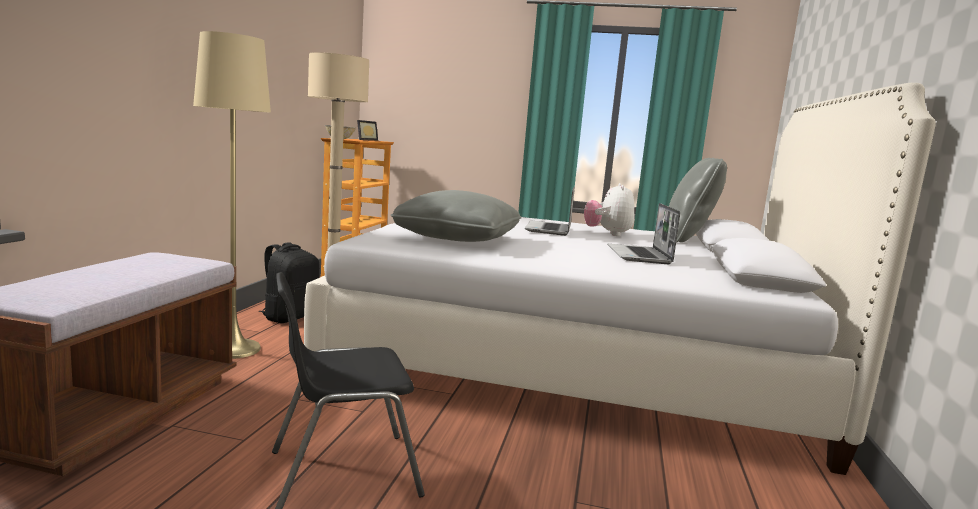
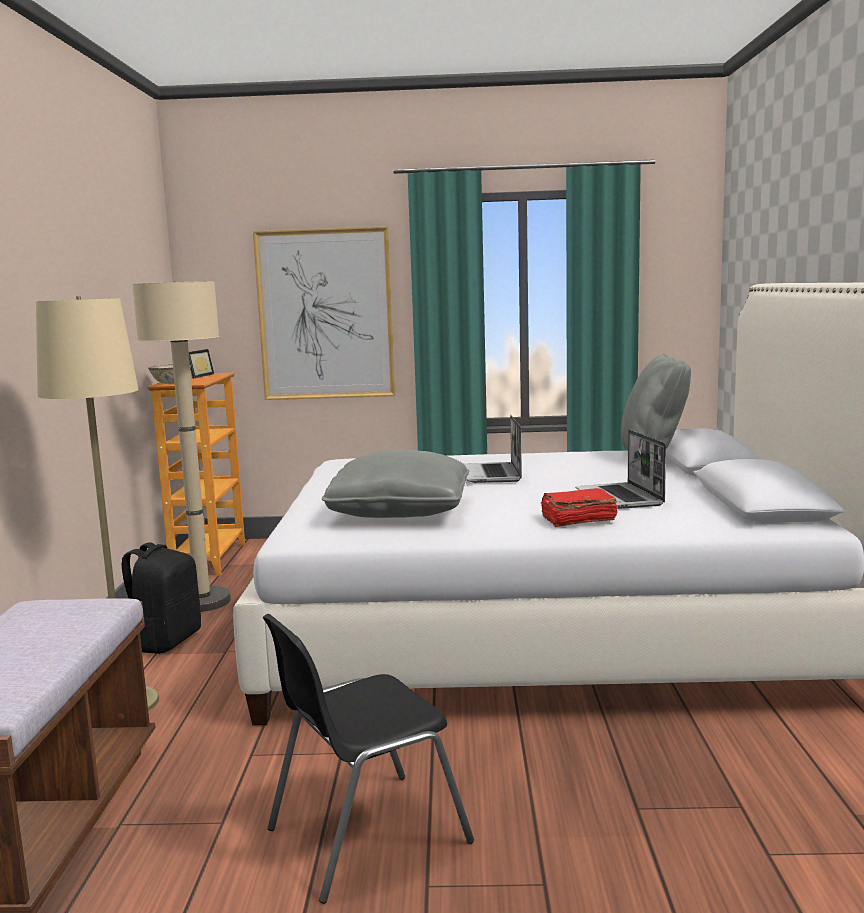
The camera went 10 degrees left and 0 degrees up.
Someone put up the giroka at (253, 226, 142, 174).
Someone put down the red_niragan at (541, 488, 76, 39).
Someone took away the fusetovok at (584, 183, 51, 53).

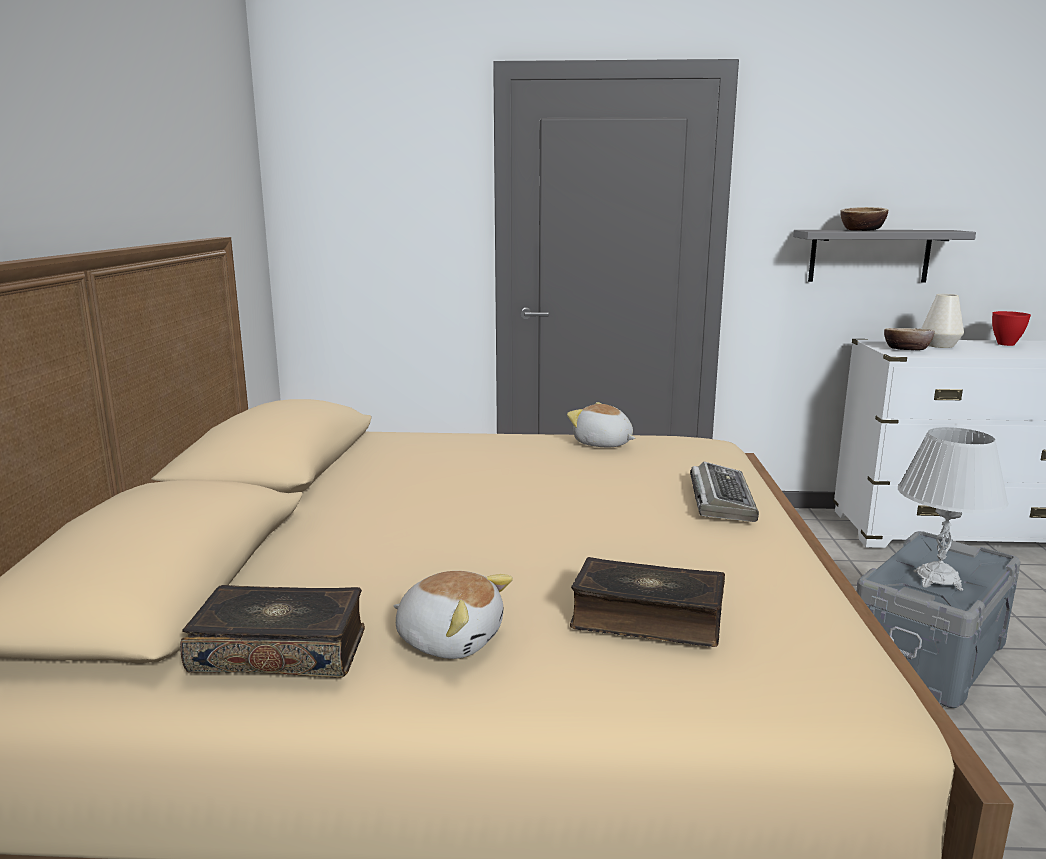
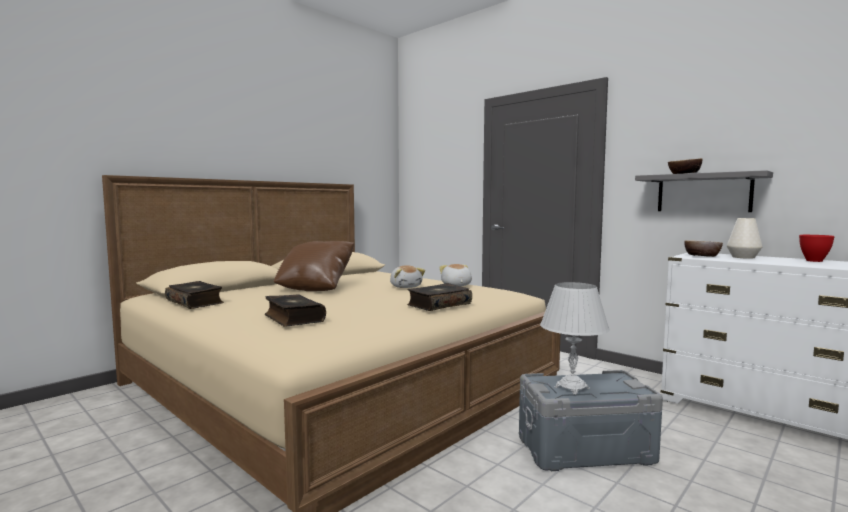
The camera went 40 degrees right and 10 degrees down.
Someone put down the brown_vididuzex at (274, 241, 80, 50).
Someone carried the fusetovok from (394, 571, 119, 88) to (390, 265, 35, 23).
Someone swapped the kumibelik at (690, 462, 69, 60) for the niragan at (407, 283, 65, 28).

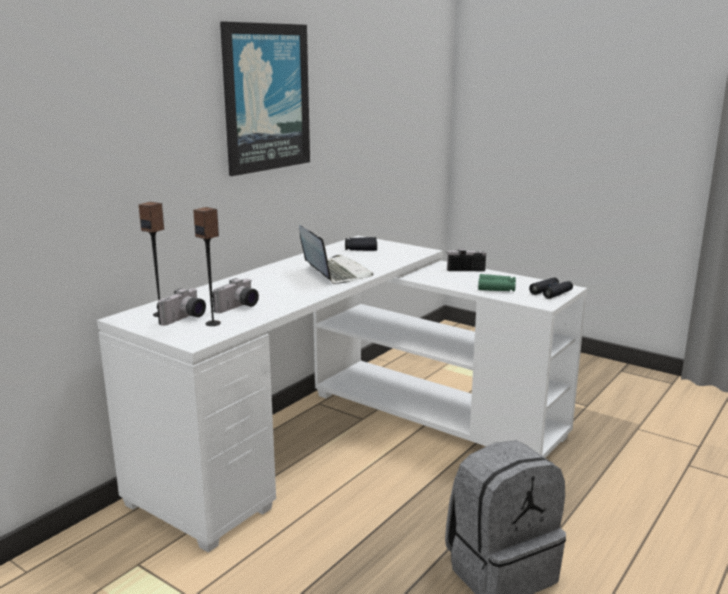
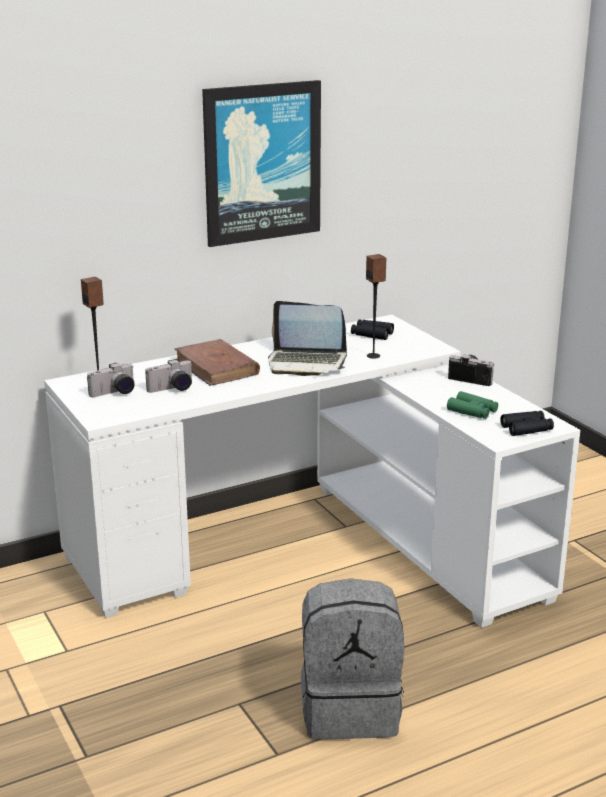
The camera went 25 degrees right and 5 degrees up.
Someone put down the brown_niragan at (175, 339, 85, 47).
Someone rotated the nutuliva at (299, 225, 75, 59) by 105 degrees clockwise.
Someone carried the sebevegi from (193, 207, 28, 119) to (366, 254, 20, 105).

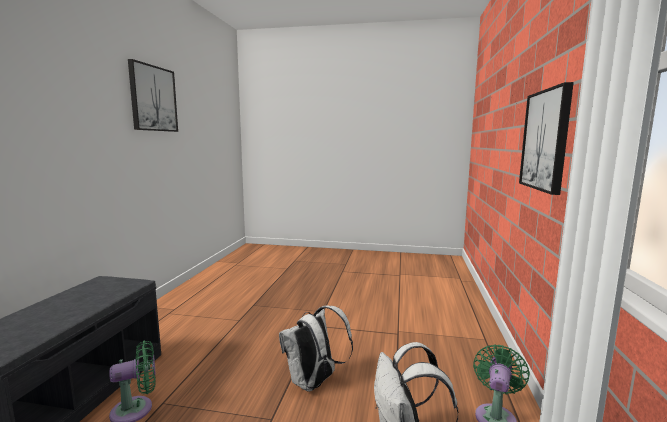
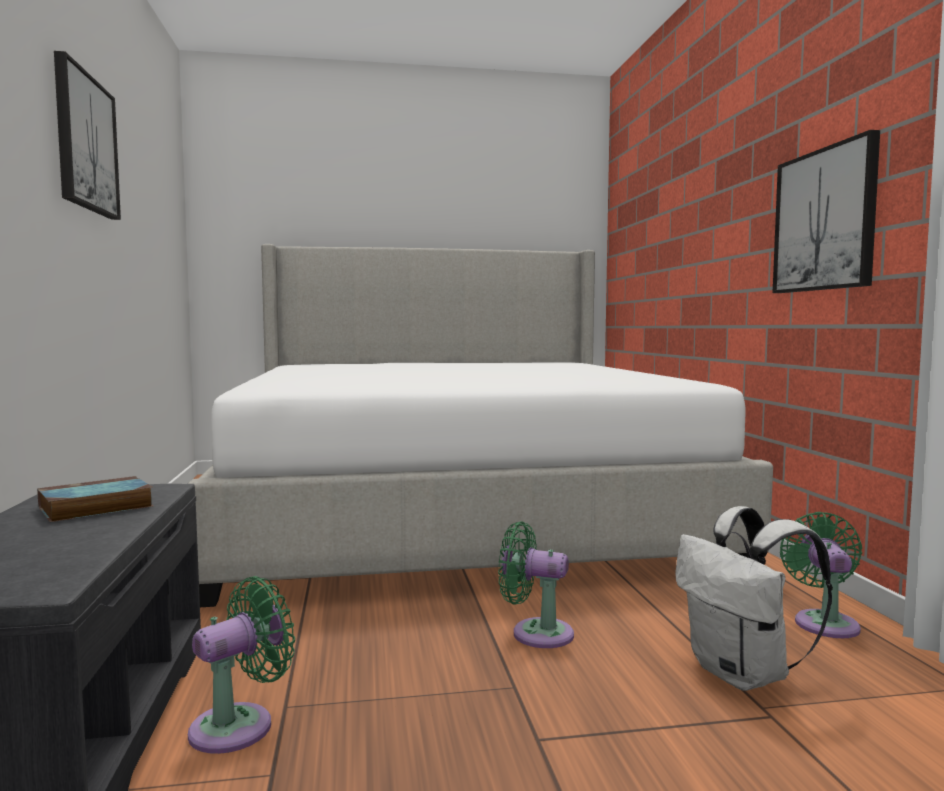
The camera went 20 degrees left and 5 degrees down.
Someone put down the niragan at (37, 476, 116, 46).
Someone put down the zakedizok at (188, 244, 585, 363).
Someone swapped the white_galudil at (279, 306, 74, 86) for the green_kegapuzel at (498, 521, 76, 127).

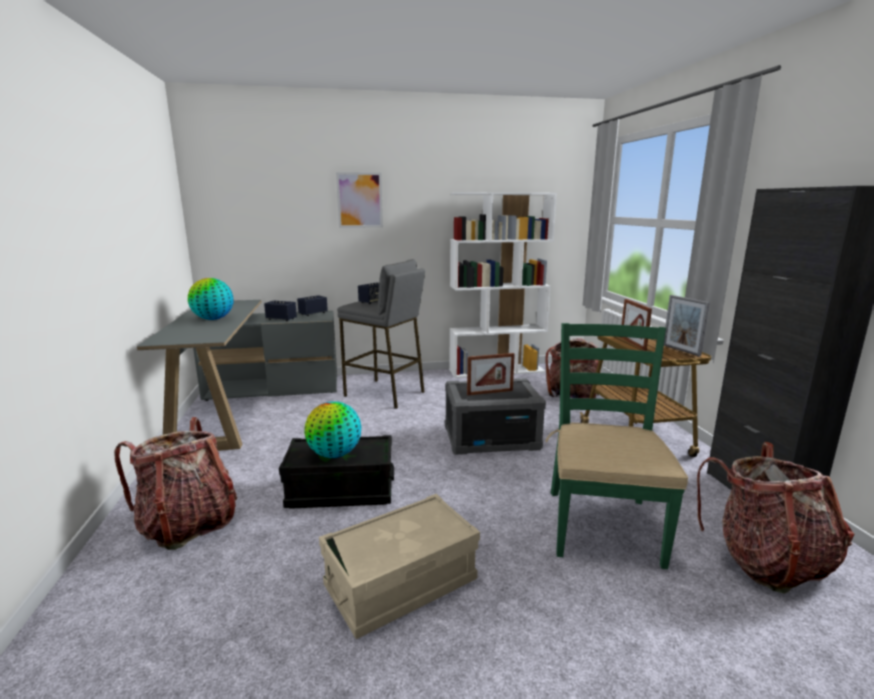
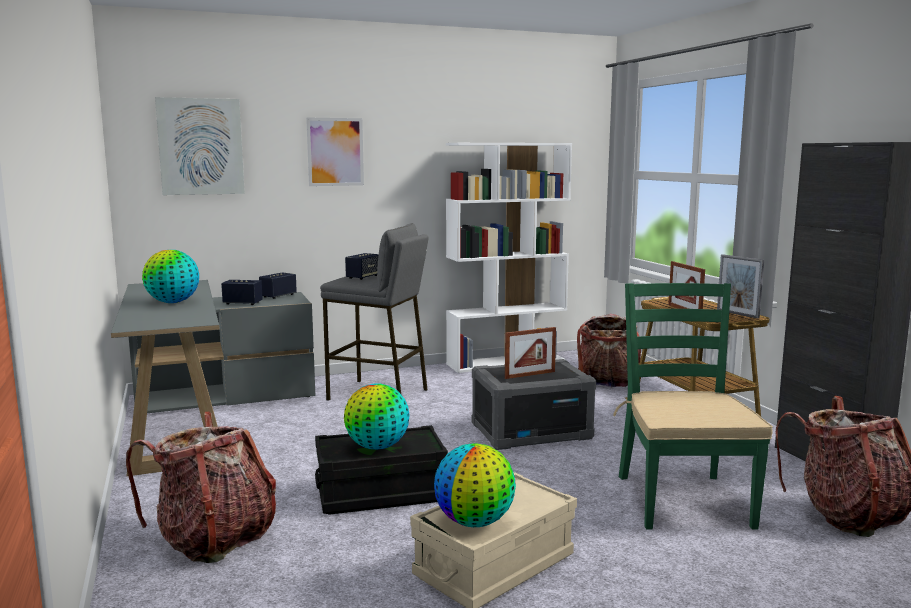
The camera went 10 degrees left and 5 degrees down.
Someone put up the giroka at (155, 97, 90, 98).
Someone put down the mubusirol at (434, 443, 82, 84).

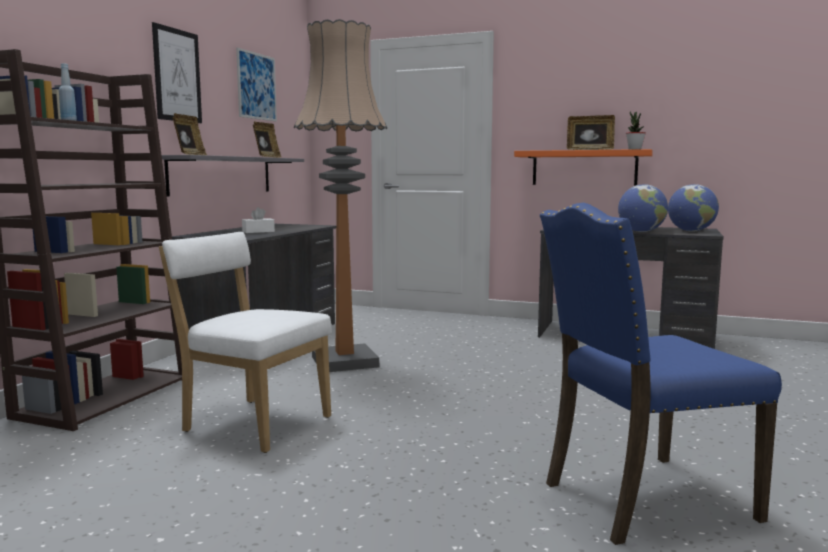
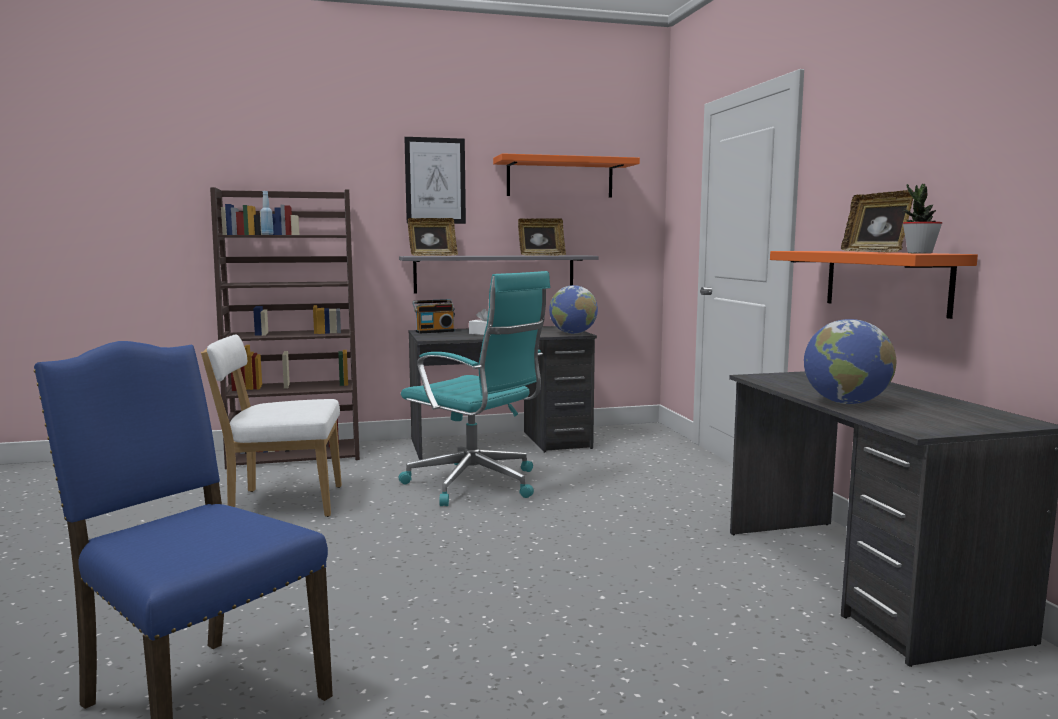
The camera went 55 degrees right and 0 degrees up.
Someone rotated the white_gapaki at (159, 232, 173, 221) by 90 degrees counterclockwise.
Someone swapped the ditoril at (294, 19, 93, 353) for the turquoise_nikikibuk at (398, 271, 152, 235).
Someone put down the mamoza at (412, 299, 43, 35).
Someone swapped the giroka at (236, 48, 41, 73) for the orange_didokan at (493, 153, 147, 45).
Someone carried the mubusirol from (668, 184, 51, 48) to (549, 285, 49, 49).

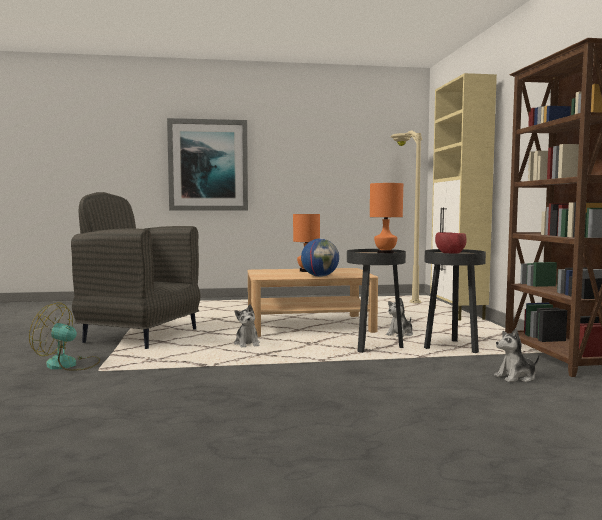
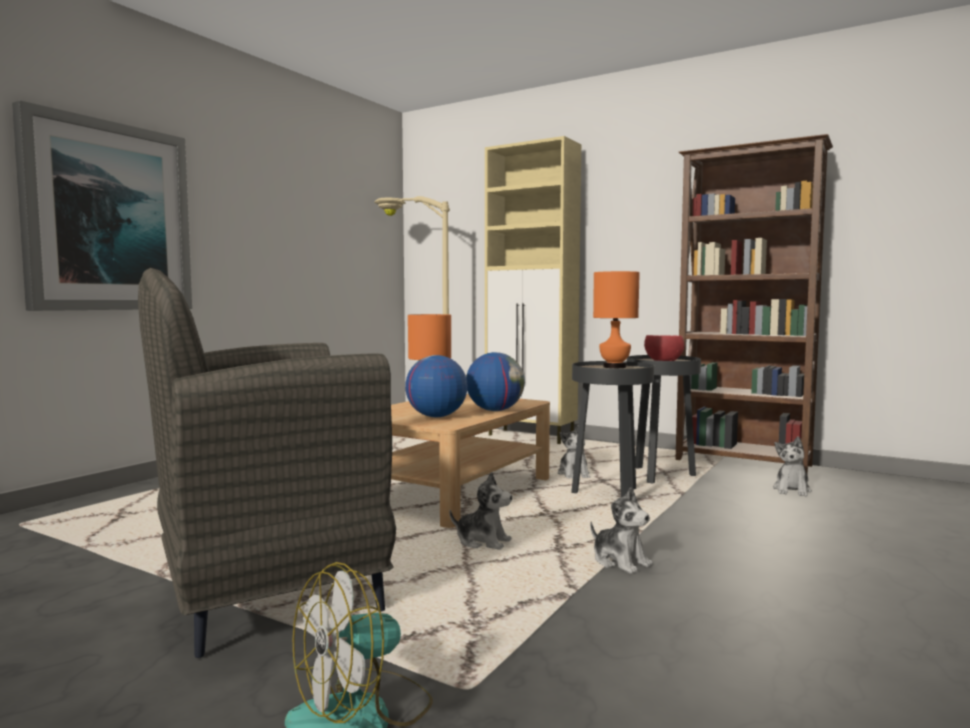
The camera went 50 degrees left and 0 degrees up.
Someone put down the mubusirol at (405, 355, 63, 62).
Someone put down the fusetovok at (590, 487, 63, 87).

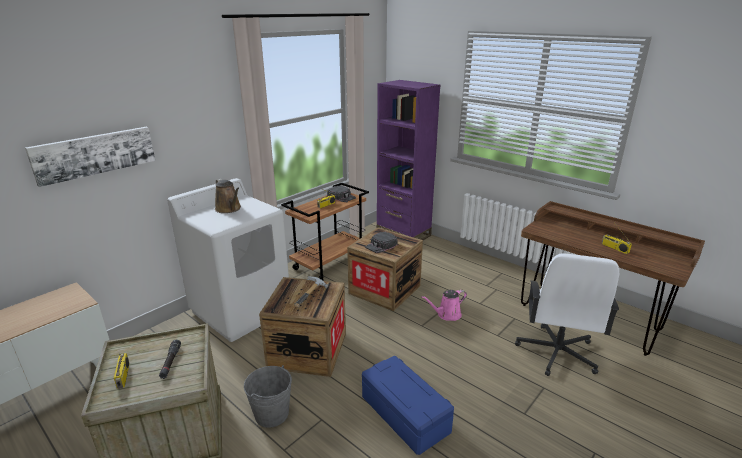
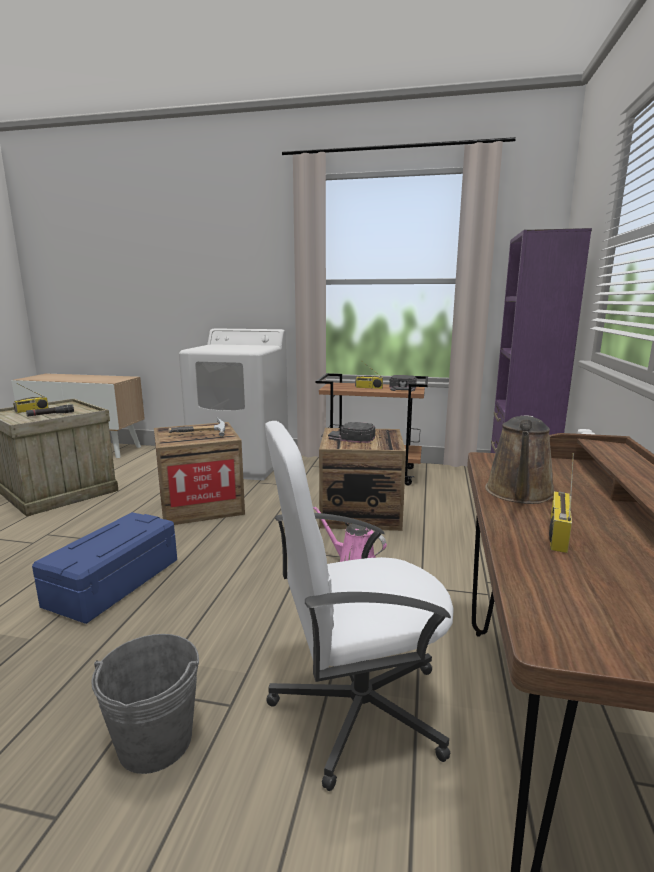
The camera went 60 degrees right and 10 degrees down.
Someone carried the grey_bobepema from (244, 365, 48, 63) to (91, 634, 108, 140).
Someone carried the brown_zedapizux from (215, 179, 26, 34) to (485, 415, 70, 89).
Someone took away the giroka at (25, 127, 130, 60).

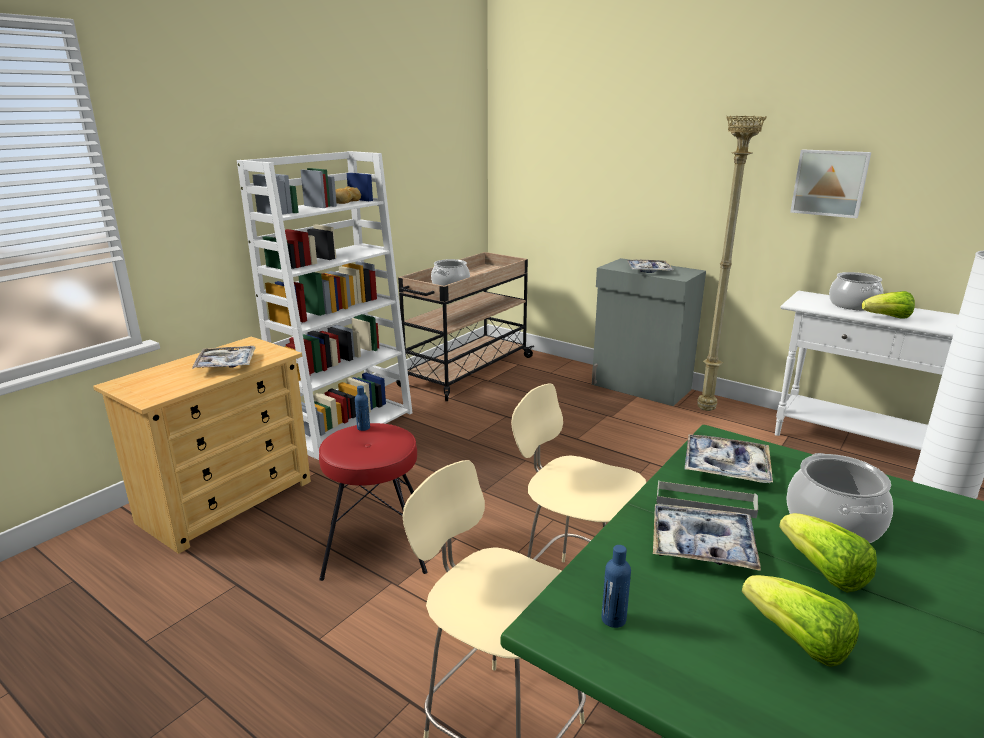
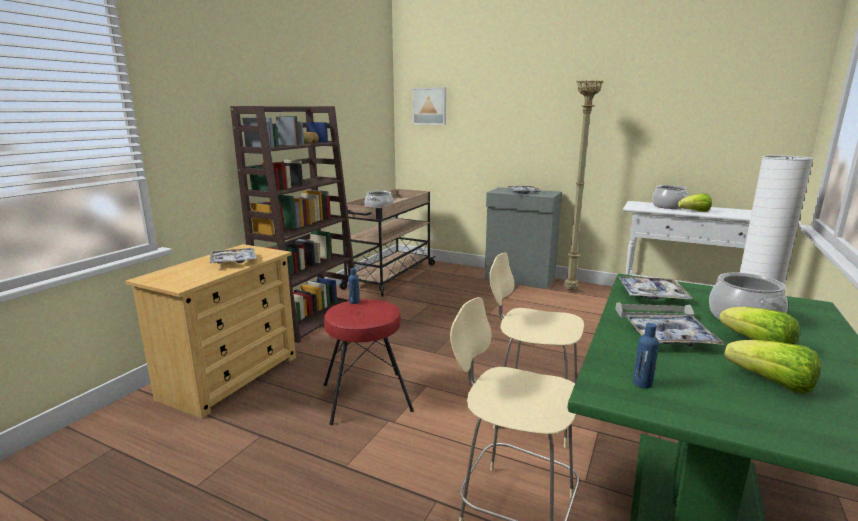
The camera went 10 degrees left and 5 degrees down.
Someone repainted the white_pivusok at (237, 151, 175, 309), which became the brown_pivusok at (230, 106, 124, 237).
Someone carried the giroka from (790, 149, 81, 69) to (412, 87, 34, 38).

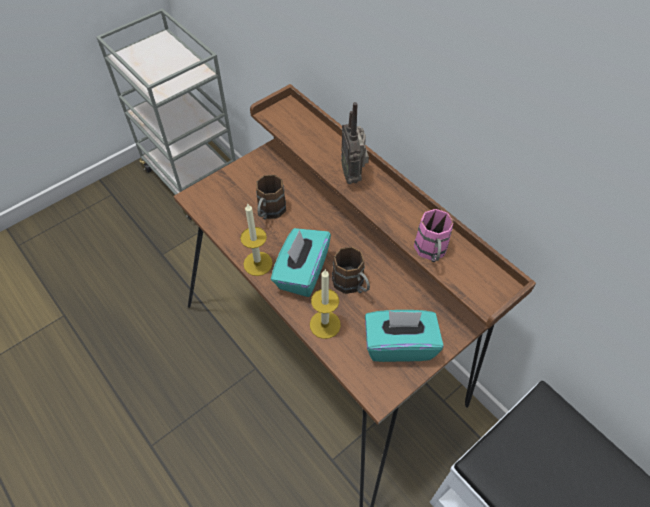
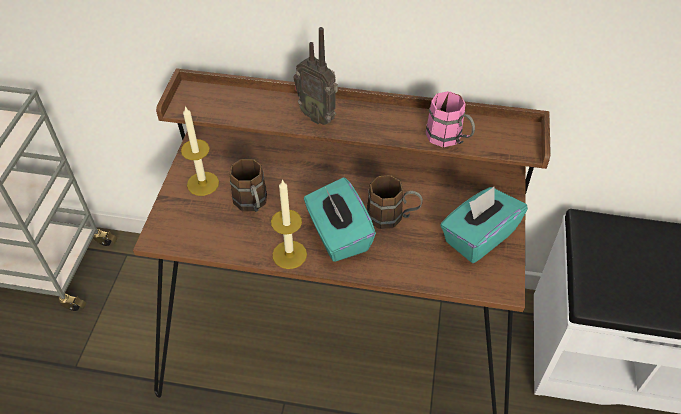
The camera went 40 degrees left and 5 degrees down.
Someone carried the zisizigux from (310, 270, 31, 69) to (181, 106, 38, 90).

